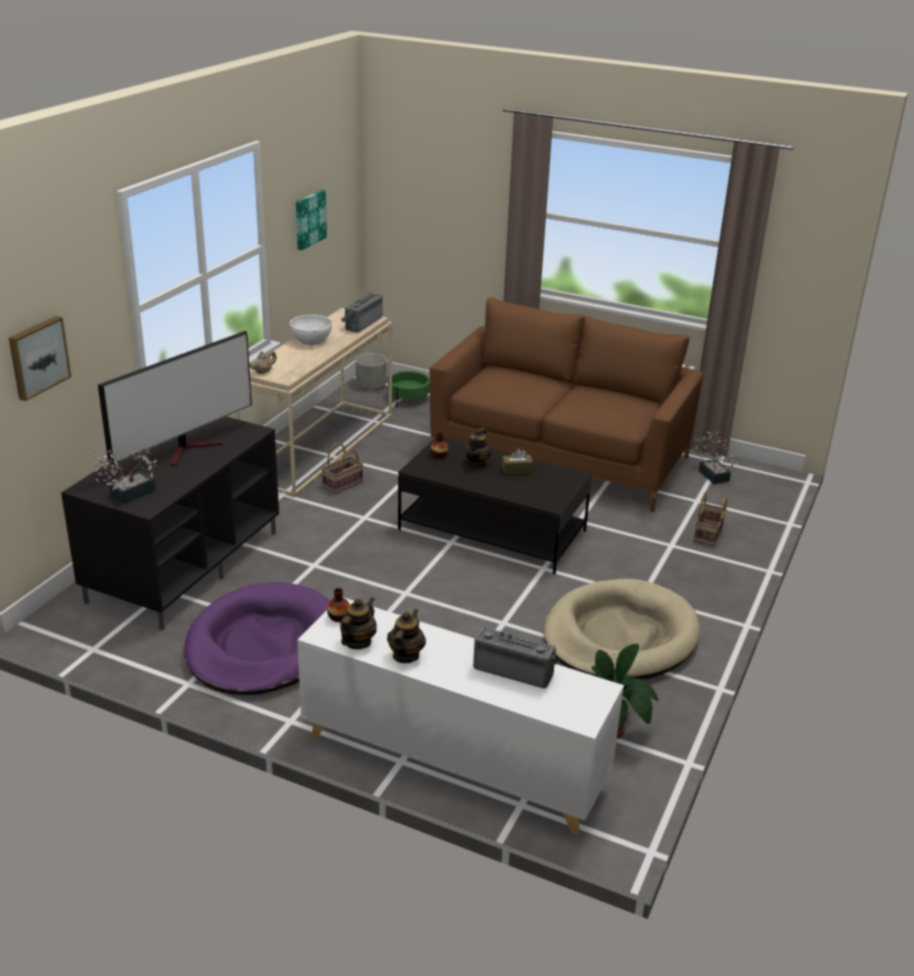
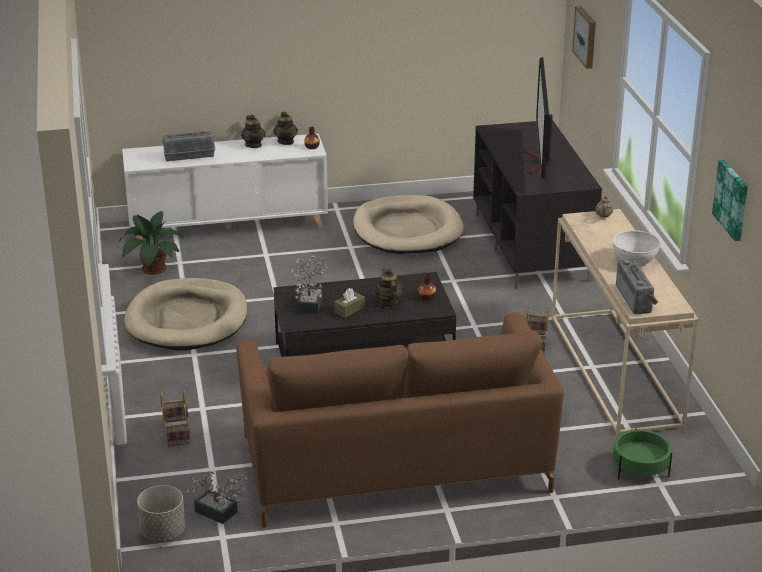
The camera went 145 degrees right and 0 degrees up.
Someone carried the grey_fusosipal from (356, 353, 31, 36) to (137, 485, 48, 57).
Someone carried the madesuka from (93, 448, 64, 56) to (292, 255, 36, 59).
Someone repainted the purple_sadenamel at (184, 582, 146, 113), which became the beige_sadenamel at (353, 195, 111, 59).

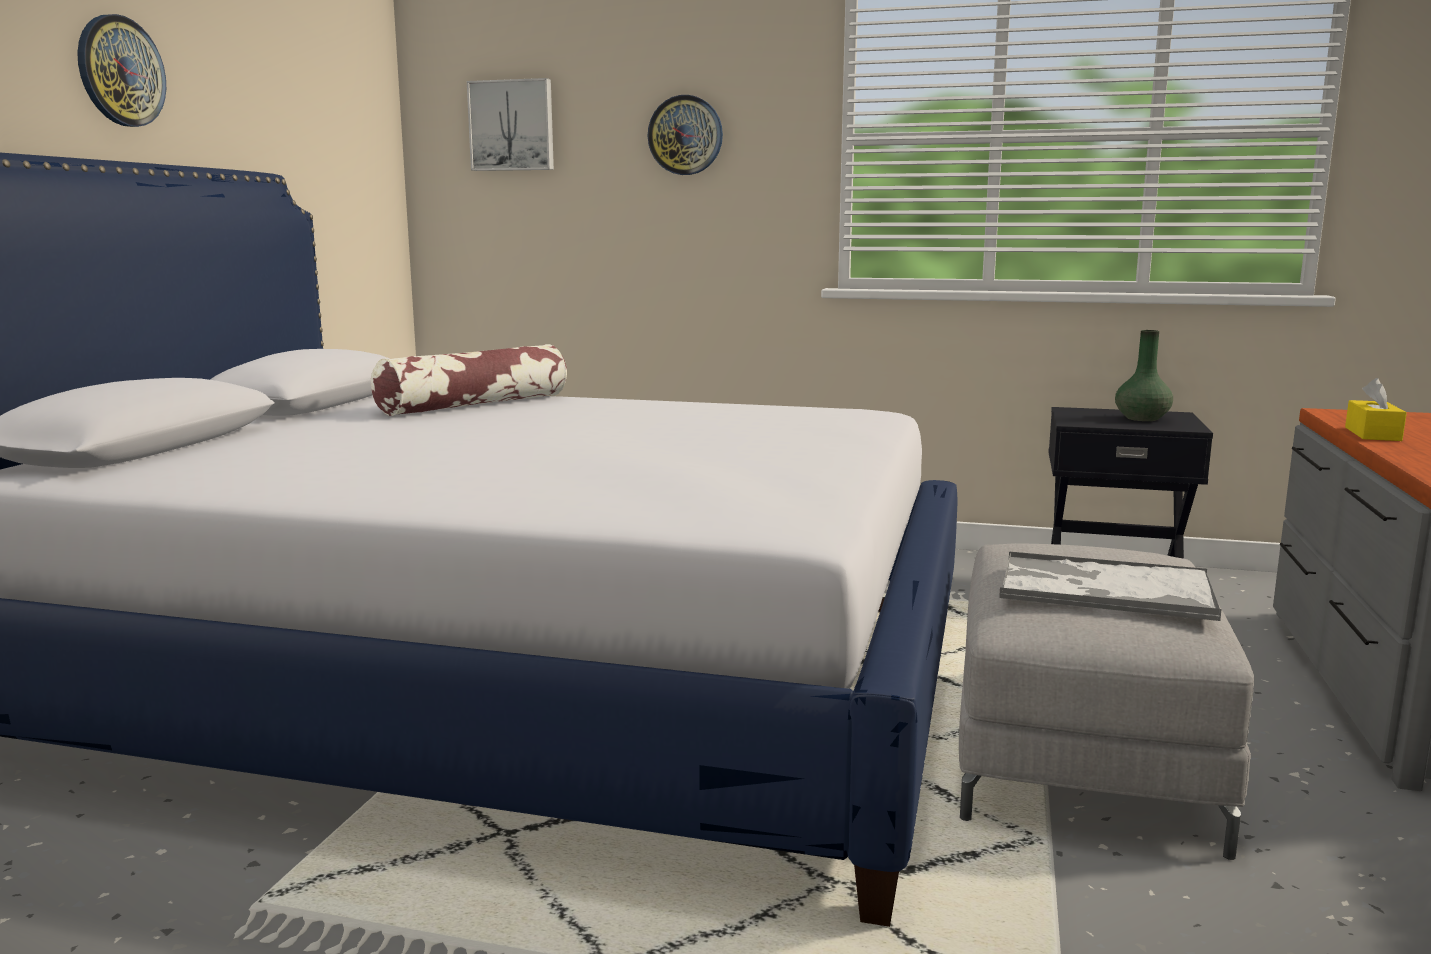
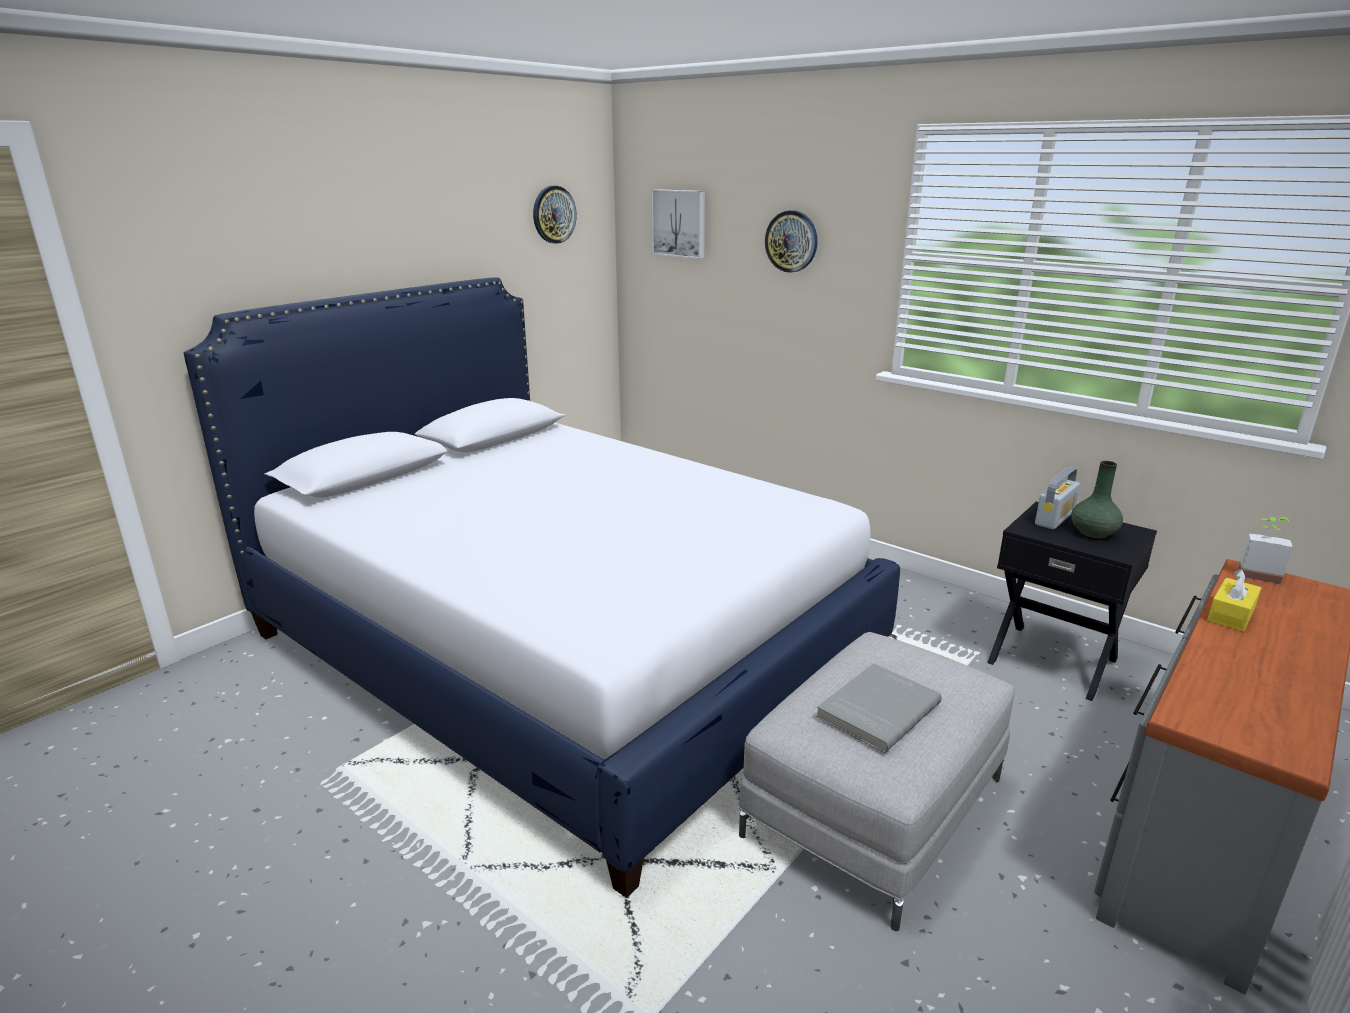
The camera went 25 degrees right and 10 degrees up.
Someone carried the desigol from (77, 14, 89, 113) to (533, 186, 44, 58).
Someone swapped the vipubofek at (999, 552, 222, 69) for the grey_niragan at (816, 663, 126, 90).
Someone put down the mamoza at (1035, 467, 45, 63).
Someone put down the madesuka at (1238, 517, 54, 67).
Someone took away the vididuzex at (371, 344, 196, 72).

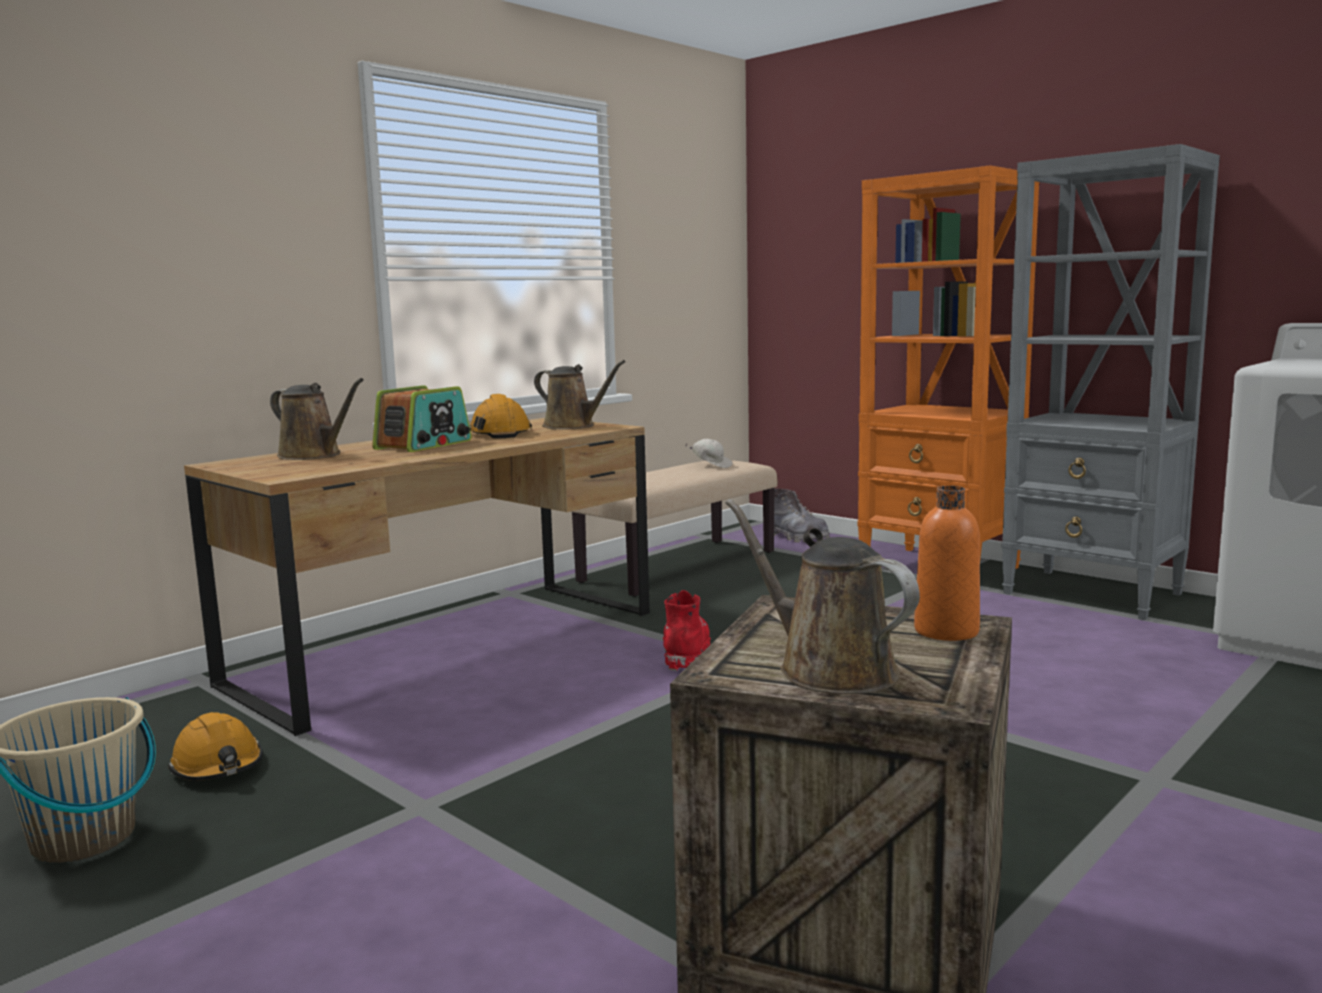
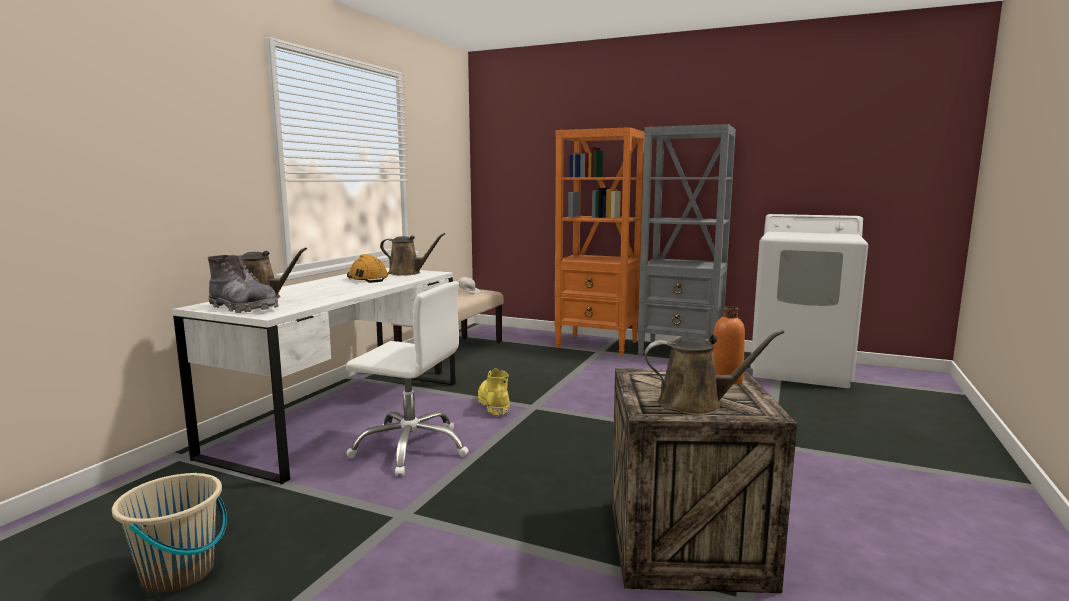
The camera went 20 degrees left and 0 degrees up.
Someone repainted the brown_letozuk at (184, 418, 466, 318), which became the white_letozuk at (172, 268, 284, 217).
Someone carried the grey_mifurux from (774, 489, 56, 53) to (208, 255, 70, 58).
Someone put down the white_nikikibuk at (346, 281, 123, 195).
Someone repainted the red_mifurux at (663, 590, 48, 81), which became the yellow_mifurux at (478, 368, 32, 48).
Someone rotated the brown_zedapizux at (726, 499, 194, 195) by 150 degrees clockwise.
Someone took away the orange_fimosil at (168, 712, 95, 69).
Someone took away the mamoza at (372, 385, 100, 67).

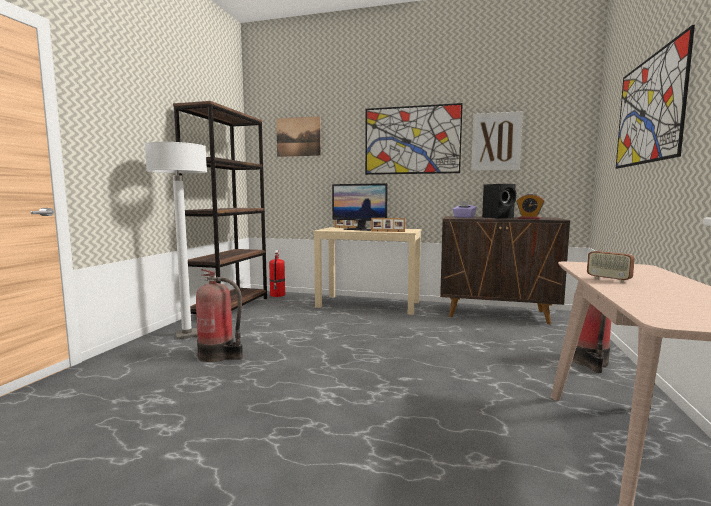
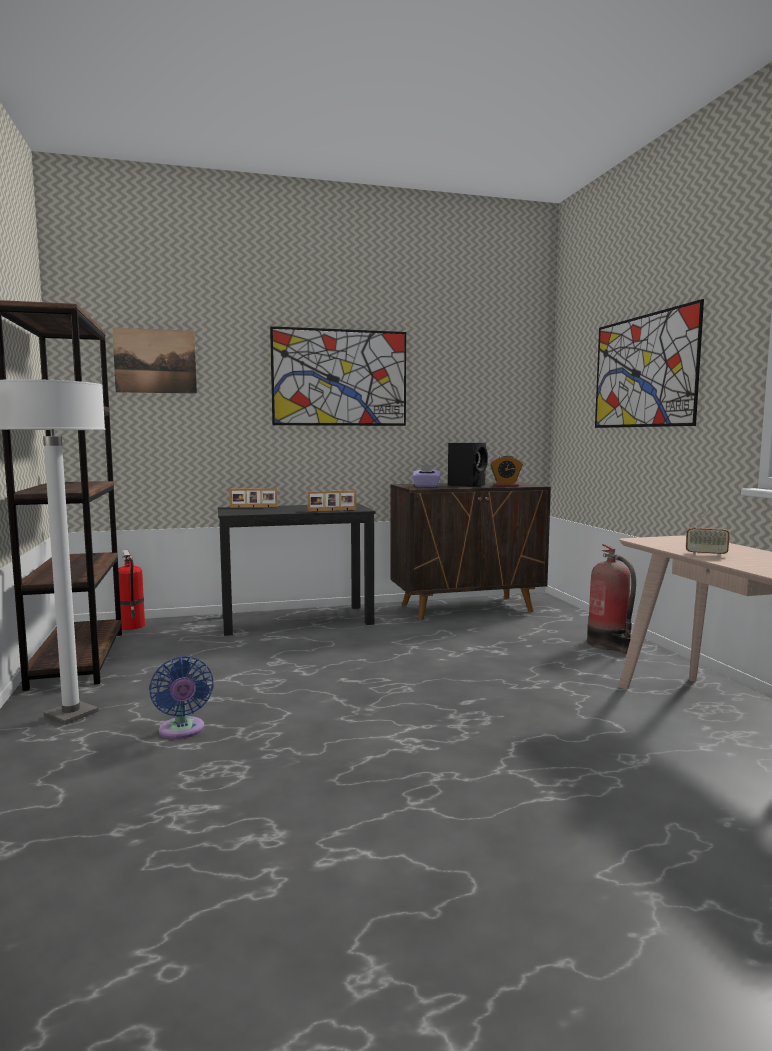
The camera went 30 degrees left and 0 degrees up.
Someone swapped the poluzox at (196, 269, 47, 93) for the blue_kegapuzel at (149, 656, 65, 83).
Someone repainted the beige_letozuk at (313, 227, 109, 88), which became the black_letozuk at (218, 504, 158, 132).
Someone took away the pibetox at (332, 183, 56, 48).
Someone took away the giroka at (471, 111, 52, 60).

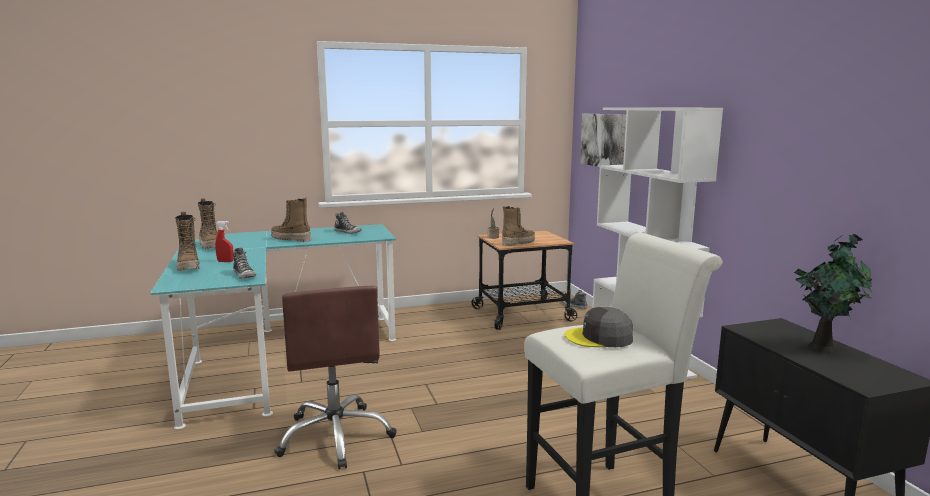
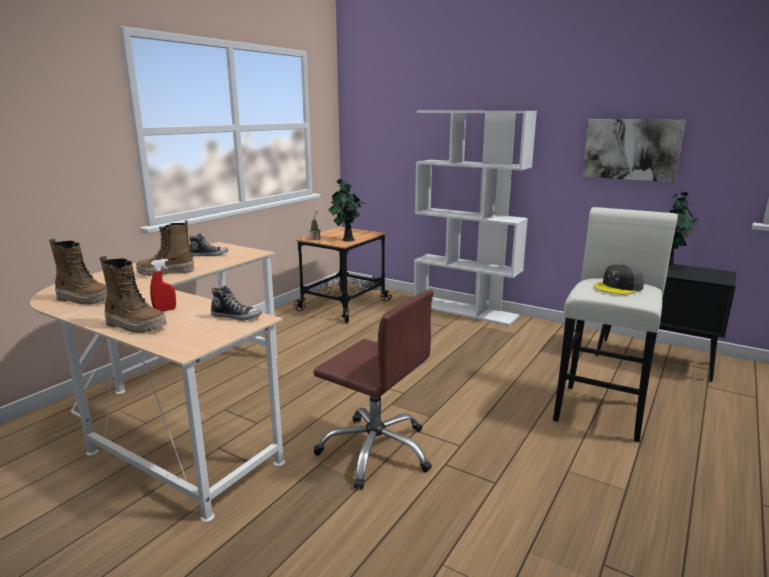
The camera went 40 degrees left and 5 degrees up.
Someone repainted the turquoise_letozuk at (150, 224, 246, 205), which became the beige_letozuk at (30, 242, 255, 280).
Someone swapped the mifurux at (502, 206, 33, 40) for the madesuka at (328, 179, 38, 62).
Someone carried the giroka from (580, 114, 46, 53) to (582, 119, 104, 63).

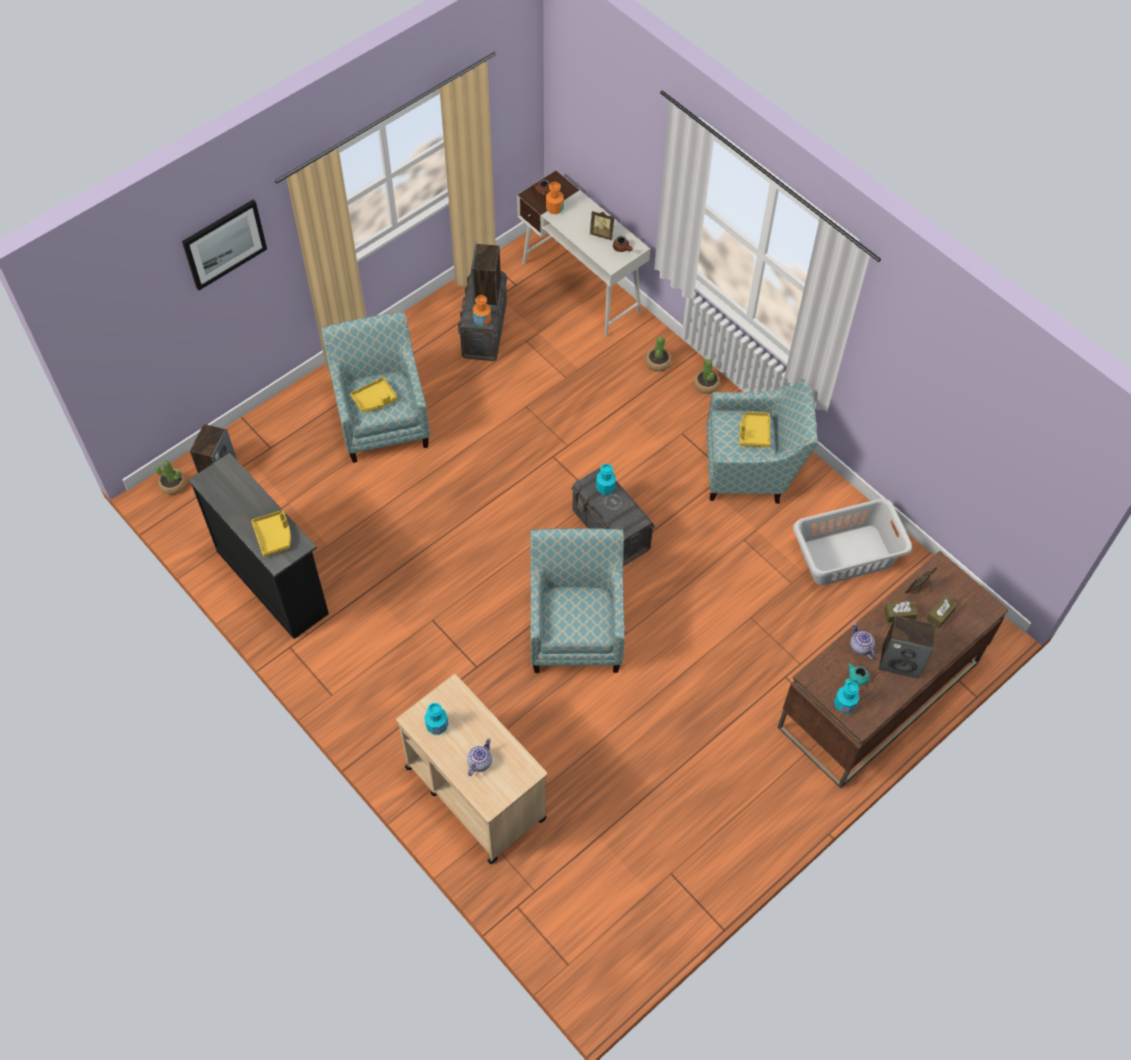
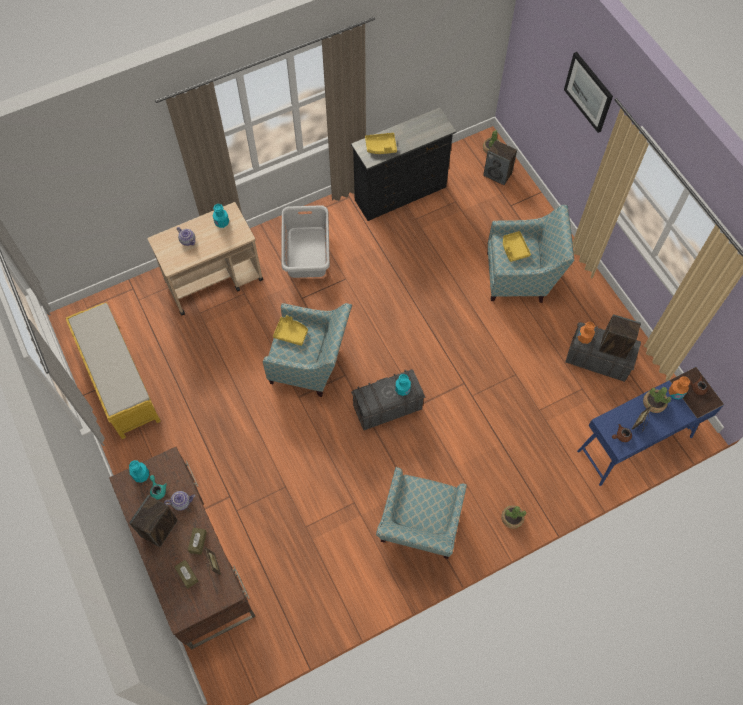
The camera went 105 degrees right and 5 degrees up.
Someone put down the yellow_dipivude at (66, 302, 95, 137).
Someone carried the yellow_vipubofek from (740, 412, 30, 35) to (273, 315, 35, 31).
Someone carried the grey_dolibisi from (793, 499, 119, 87) to (282, 205, 48, 73).
Someone repainted the white_letozuk at (517, 170, 133, 167), which became the blue_letozuk at (577, 367, 148, 119).
Someone carried the madesuka from (645, 337, 27, 34) to (643, 387, 28, 26).

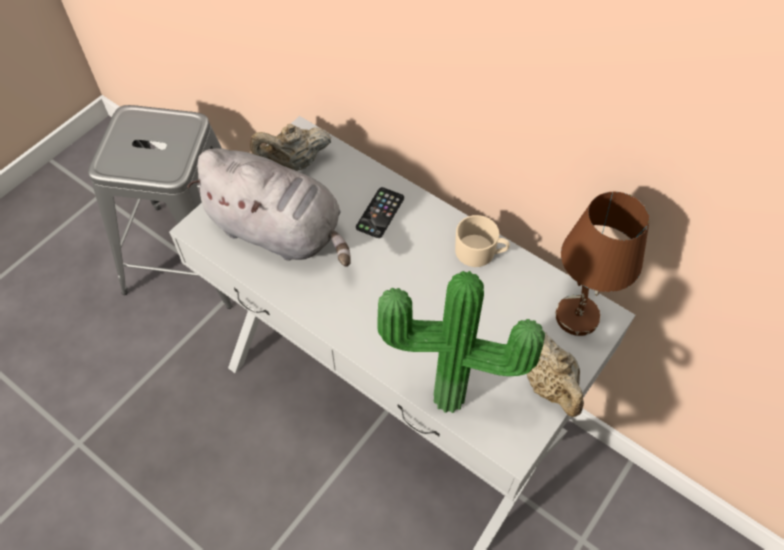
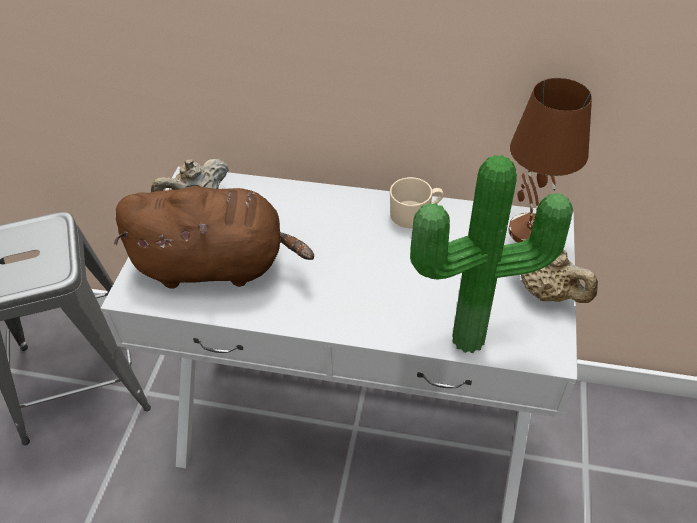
The camera went 25 degrees left and 10 degrees down.
Someone repainted the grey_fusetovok at (187, 148, 164, 119), which became the brown_fusetovok at (114, 186, 200, 102).
Someone took away the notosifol at (356, 187, 48, 51).

